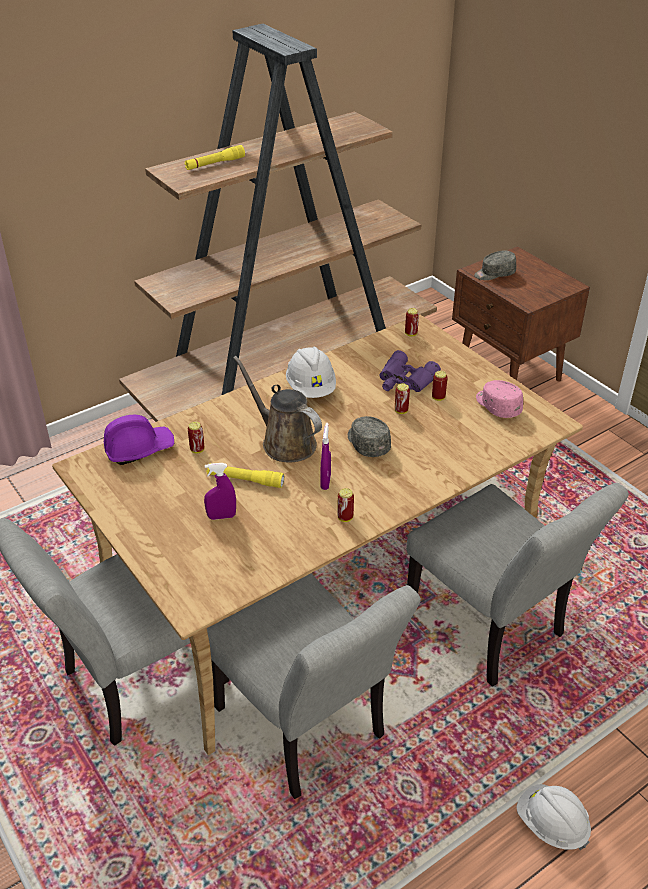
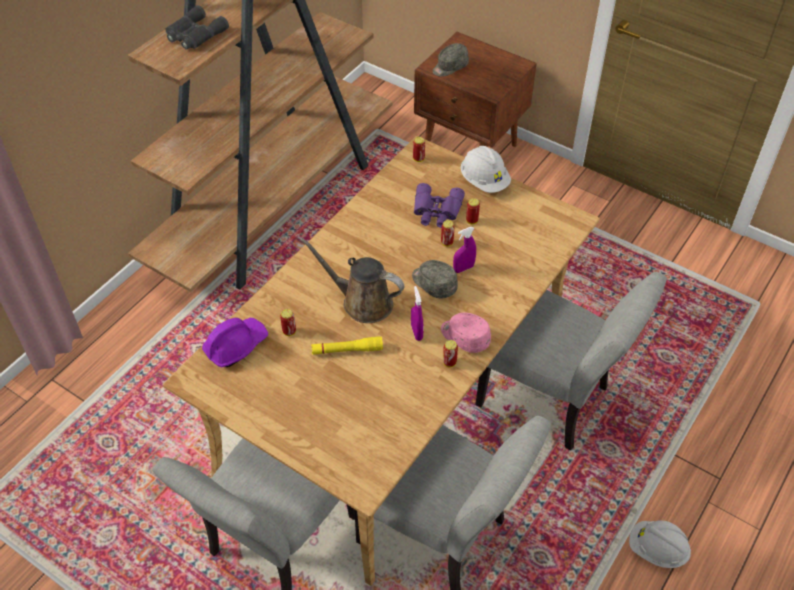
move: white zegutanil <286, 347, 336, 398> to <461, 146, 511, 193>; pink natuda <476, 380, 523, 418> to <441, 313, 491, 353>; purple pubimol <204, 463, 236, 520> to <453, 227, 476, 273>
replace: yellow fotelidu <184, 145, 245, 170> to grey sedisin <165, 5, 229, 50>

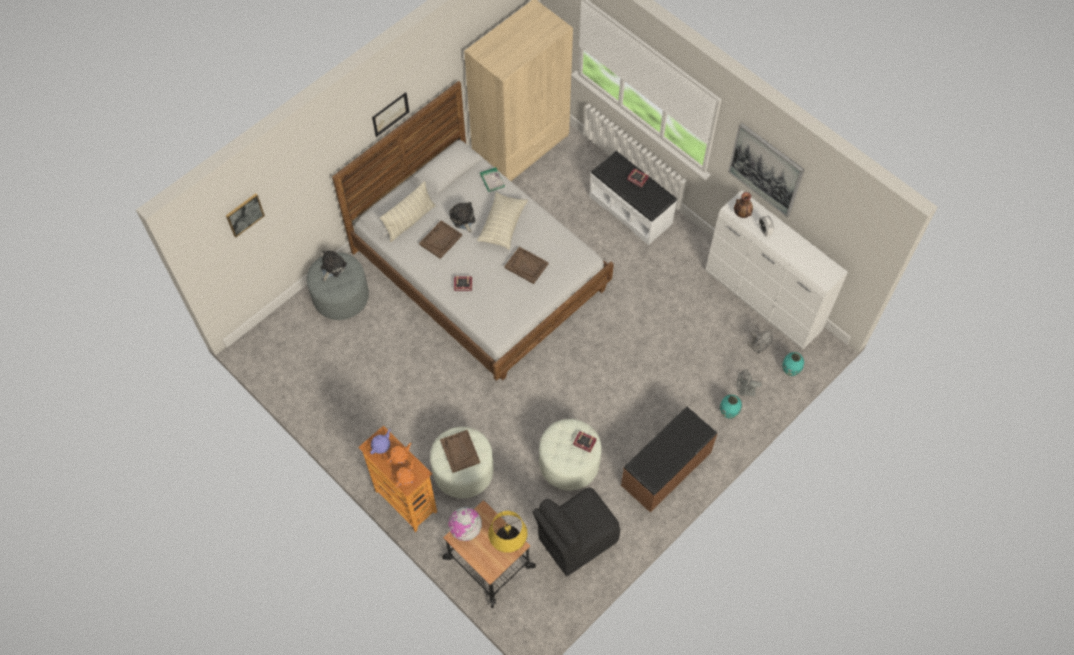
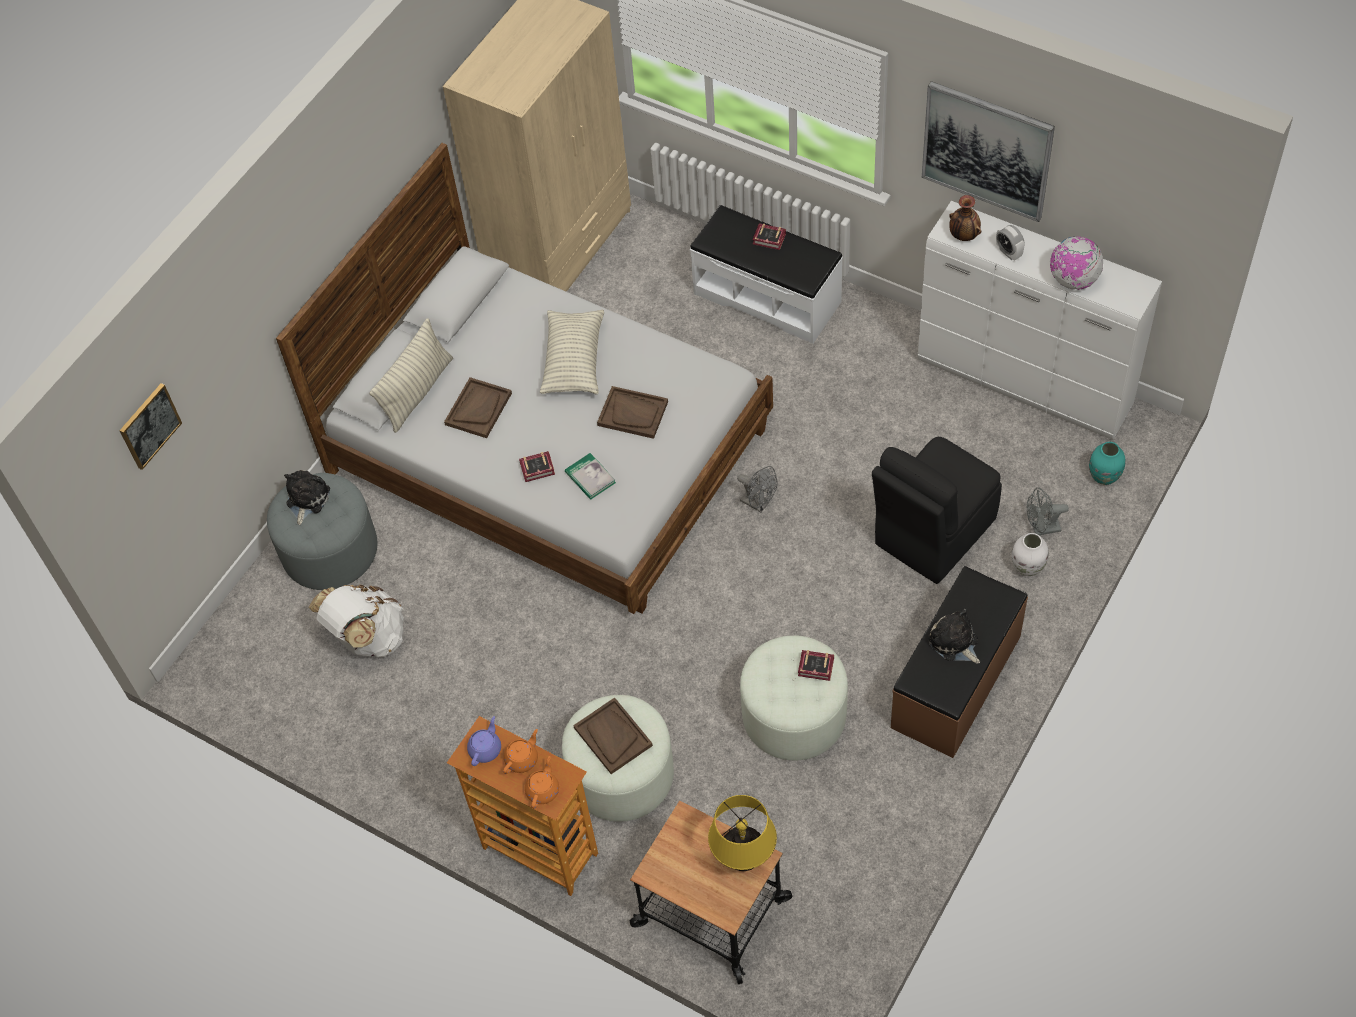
delete: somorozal <372, 92, 409, 137>
insert: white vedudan <309, 585, 404, 657>
move: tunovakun <480, 167, 505, 192> to <565, 453, 616, 500>; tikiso <450, 202, 476, 233> to <928, 608, 980, 664>; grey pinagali <747, 330, 773, 354> to <737, 466, 777, 512>; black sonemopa <533, 488, 620, 576> to <872, 437, 1002, 584>; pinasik <448, 507, 482, 541> to <1050, 237, 1103, 290>
recolor: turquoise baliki <720, 395, 742, 419> to white baliki <1012, 533, 1049, 576>

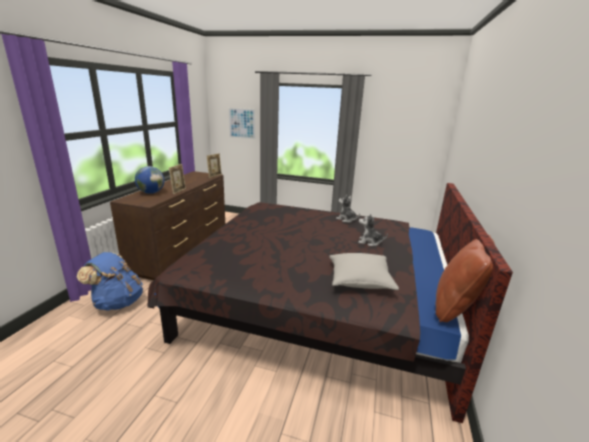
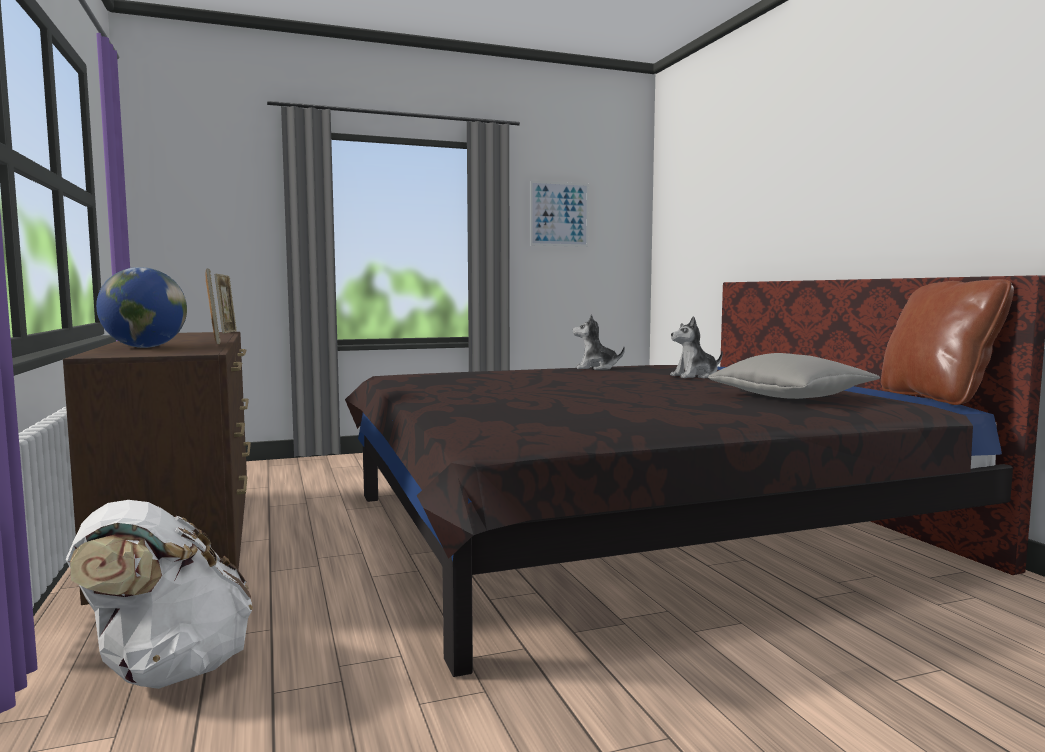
move: somorozal <228, 107, 256, 140> to <530, 181, 589, 247>
recolor: blue vedudan <77, 252, 143, 311> to white vedudan <66, 500, 253, 689>

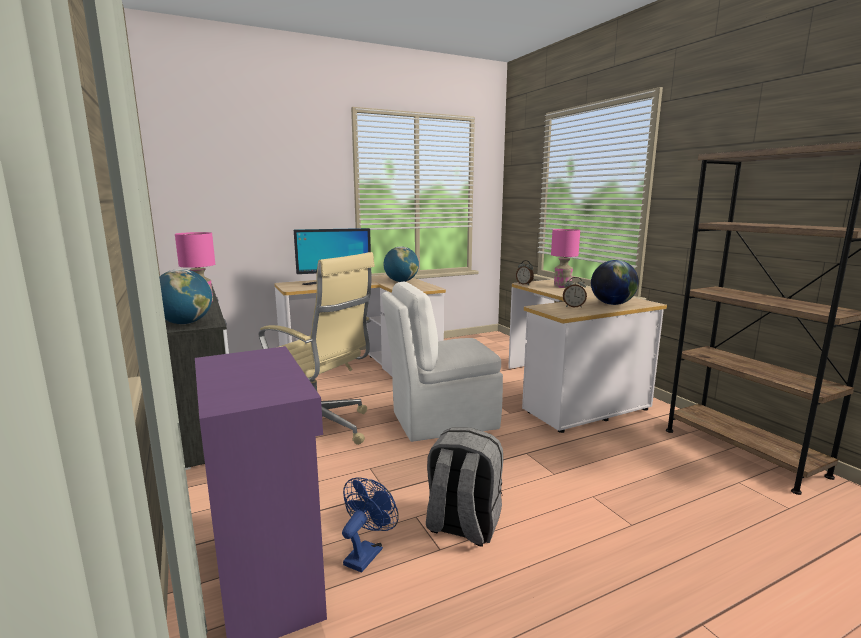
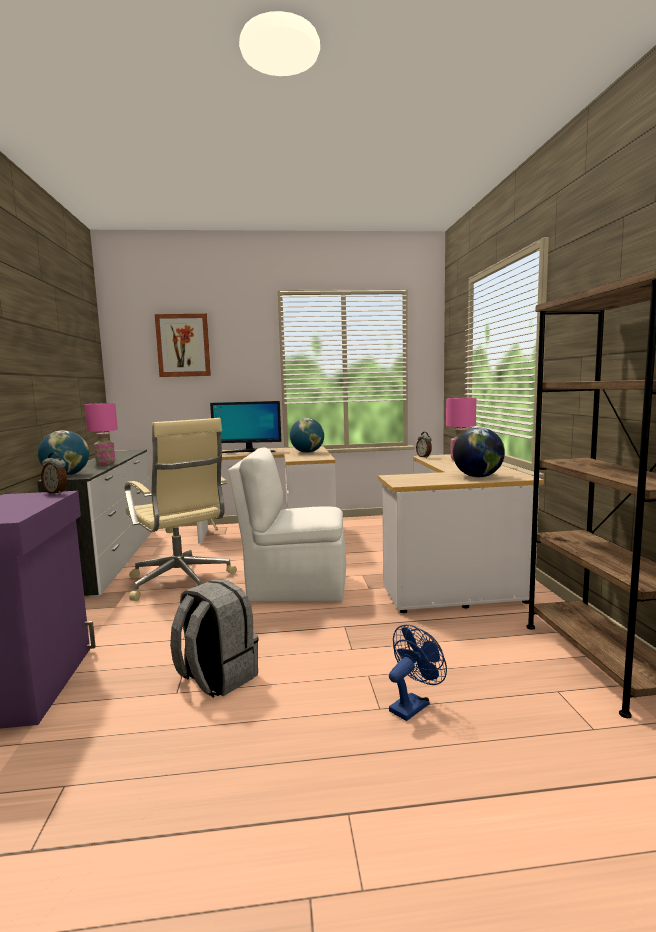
insert: somorozal <155, 314, 211, 377>
move: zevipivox <563, 277, 587, 308> to <41, 453, 67, 494>; blue pinagali <342, 478, 399, 573> to <389, 625, 447, 721>

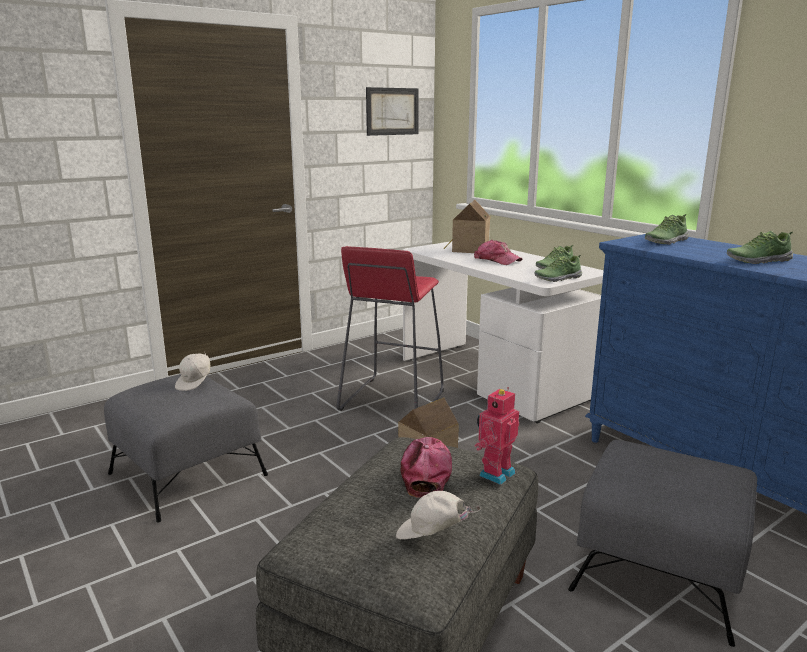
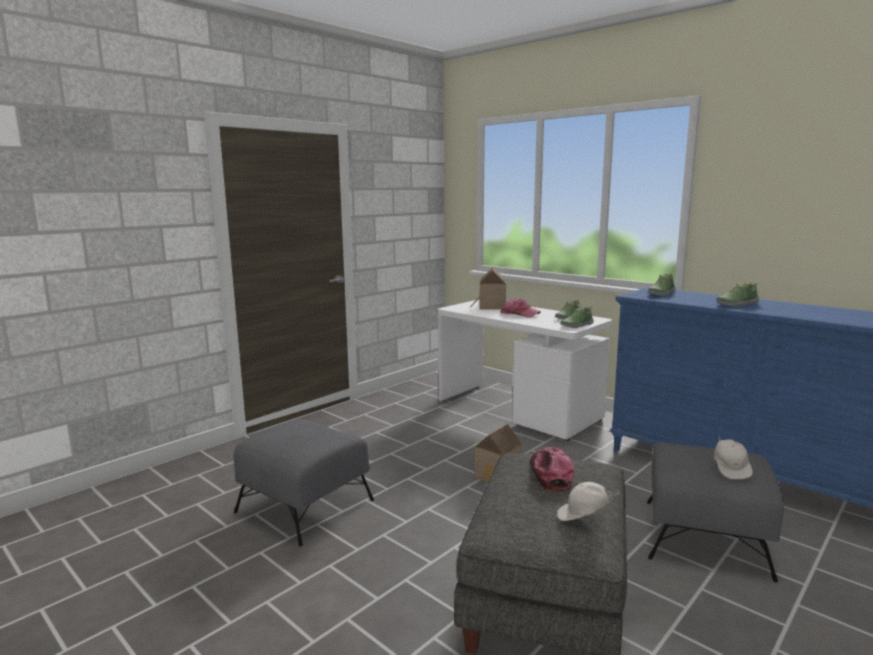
delete: somorozal <366, 87, 419, 136>; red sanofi <337, 246, 444, 411>; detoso <475, 387, 519, 485>
move: white natuda <175, 353, 211, 391> to <714, 436, 753, 479>

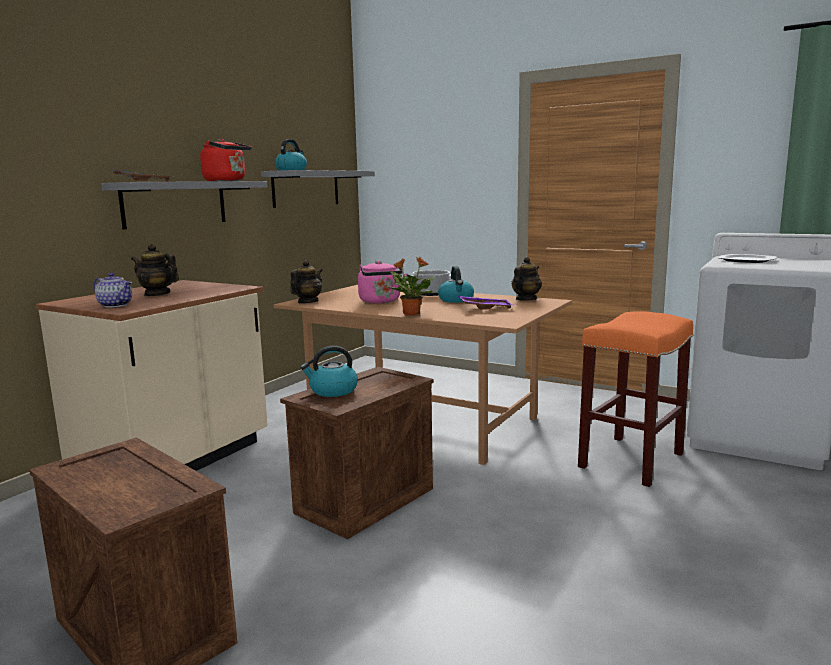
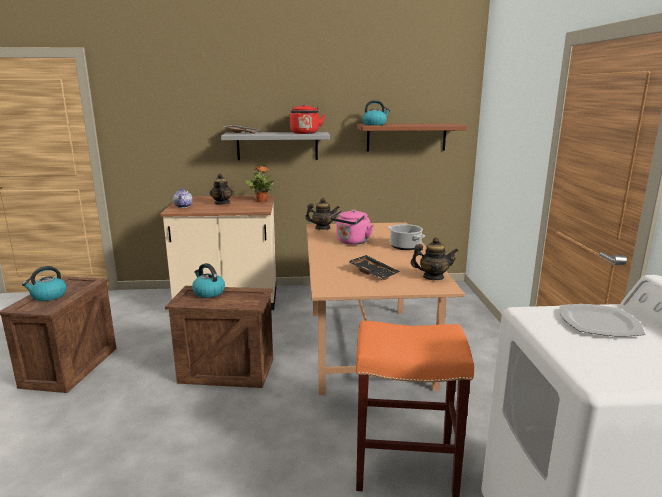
move: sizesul <386, 257, 435, 316> to <245, 166, 274, 202>; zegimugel <438, 266, 474, 303> to <22, 266, 67, 301>
recolor: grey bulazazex <261, 170, 375, 208> to brown bulazazex <357, 123, 467, 151>; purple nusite <458, 296, 515, 310> to black nusite <348, 255, 400, 280>

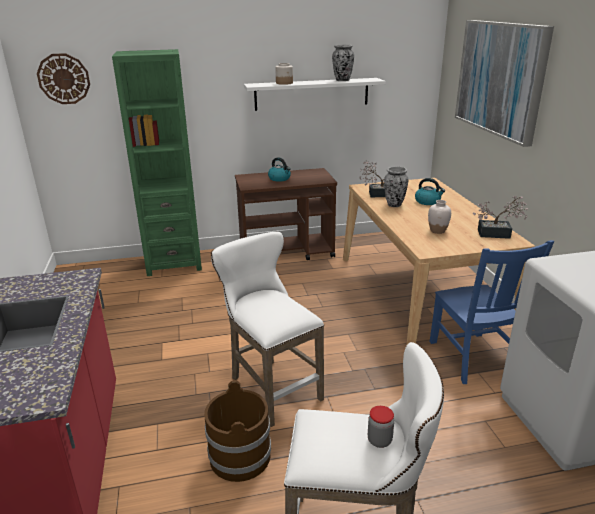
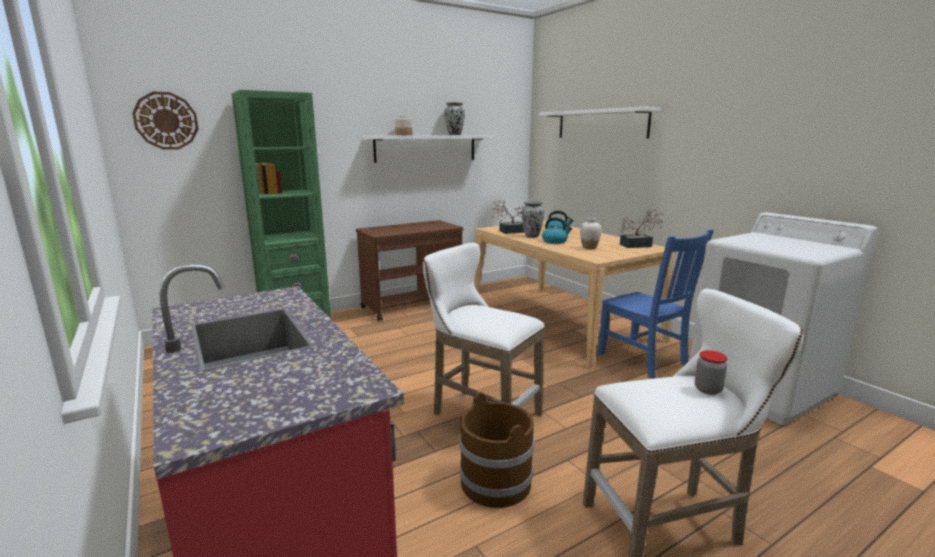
move: zegimugel <268, 157, 291, 182> to <542, 217, 572, 244>
replace: somorozal <455, 20, 554, 147> to white bulazazex <538, 107, 661, 139>

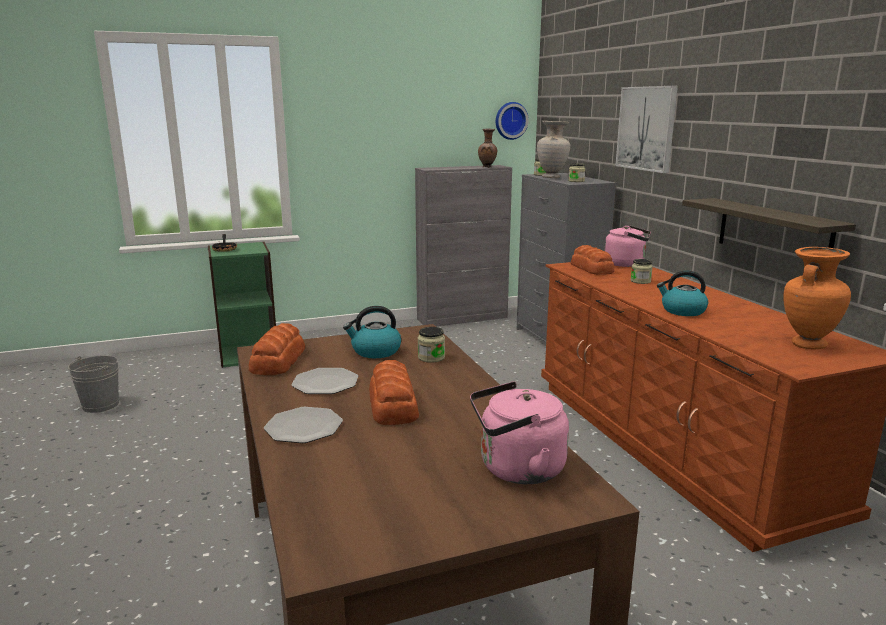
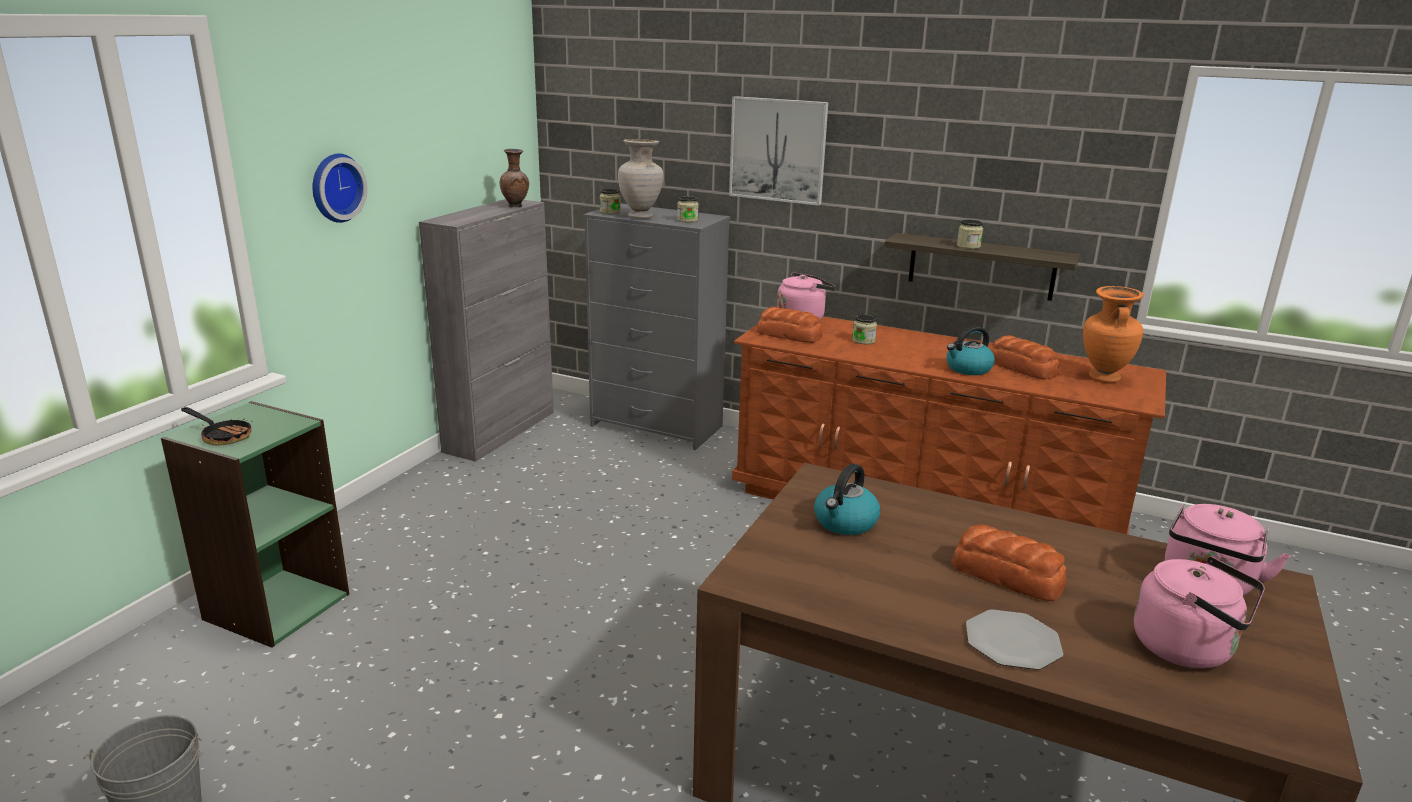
delete: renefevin <291, 368, 358, 394>
insert: pink zegimugel <1134, 556, 1265, 669>
move: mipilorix <496, 102, 529, 140> to <312, 154, 368, 223>; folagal <249, 323, 305, 375> to <990, 335, 1060, 380>; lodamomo <418, 327, 445, 363> to <957, 220, 983, 249>

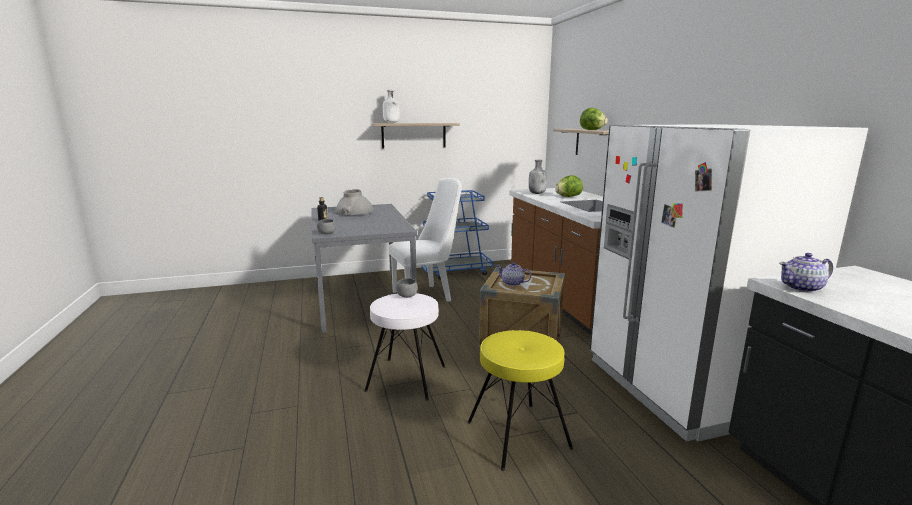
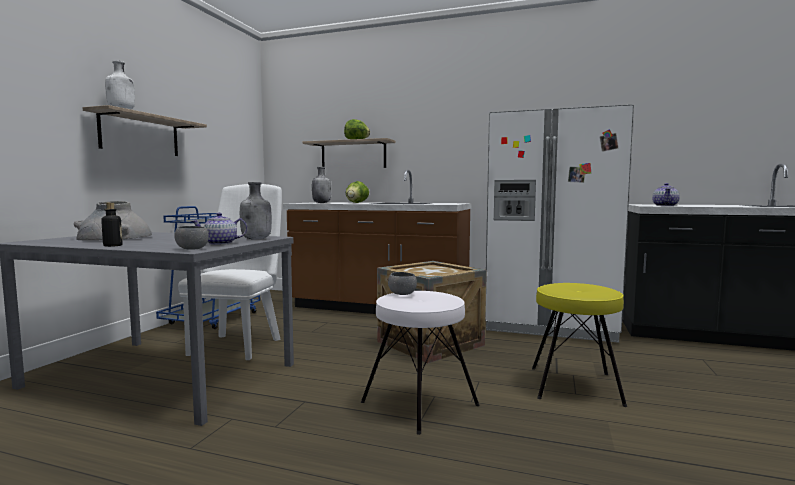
insert: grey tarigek <240, 182, 272, 240>
move: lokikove <496, 262, 531, 286> to <191, 213, 247, 245>

